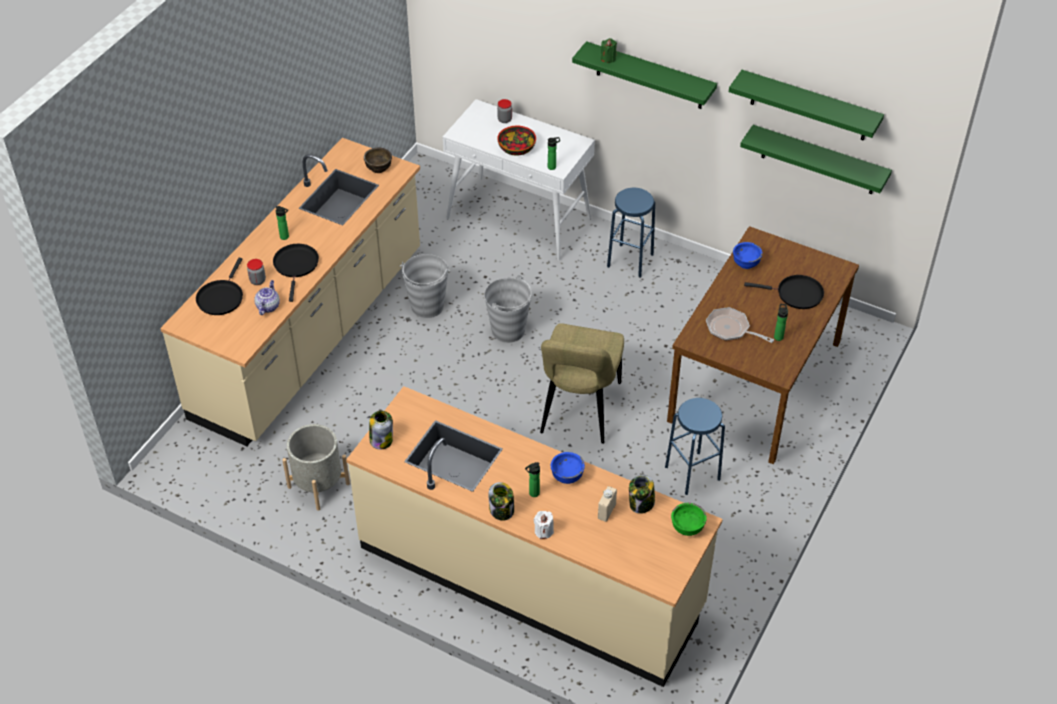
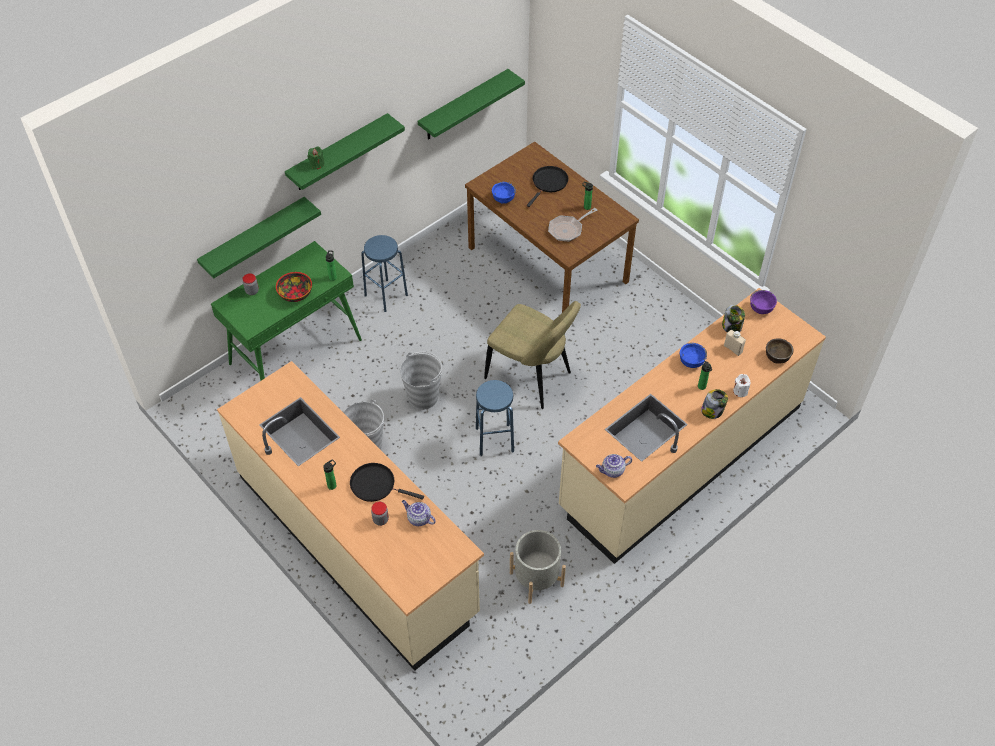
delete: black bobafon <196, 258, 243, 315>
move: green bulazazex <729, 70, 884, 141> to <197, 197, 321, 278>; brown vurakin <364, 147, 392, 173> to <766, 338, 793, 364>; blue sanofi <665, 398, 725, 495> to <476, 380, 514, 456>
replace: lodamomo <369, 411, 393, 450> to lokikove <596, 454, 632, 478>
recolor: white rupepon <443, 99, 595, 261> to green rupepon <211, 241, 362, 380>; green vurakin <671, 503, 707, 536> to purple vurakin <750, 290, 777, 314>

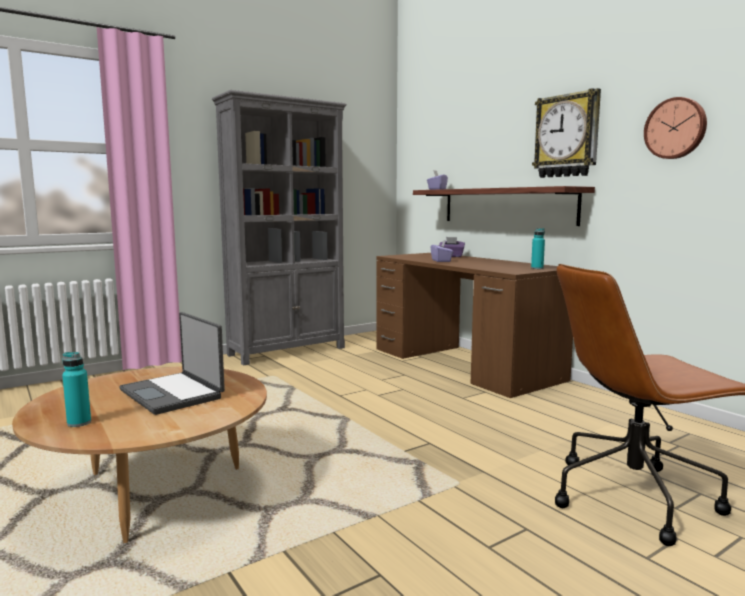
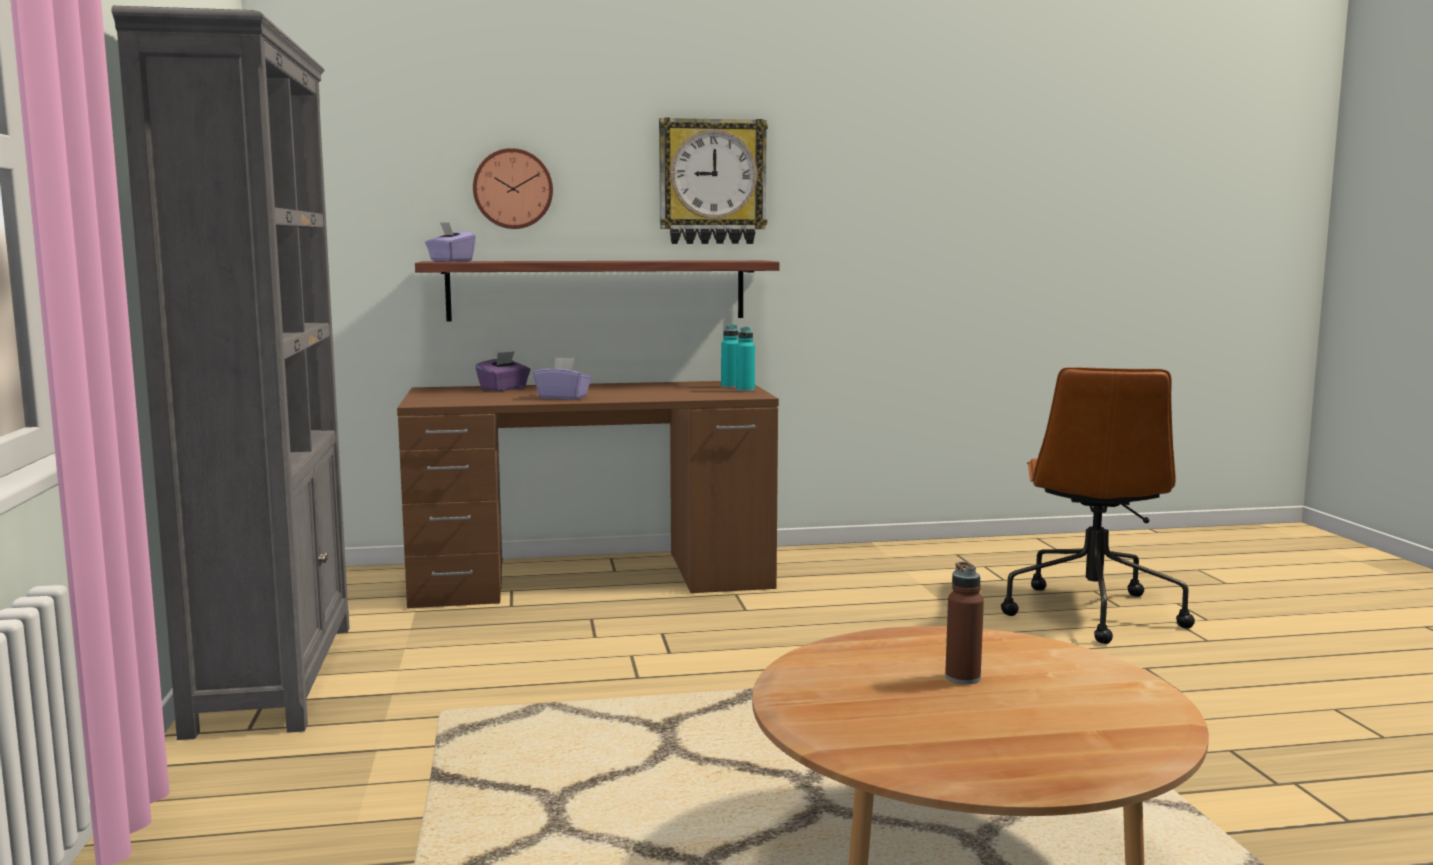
move: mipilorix <644, 97, 707, 159> to <473, 148, 553, 229>; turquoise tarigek <62, 352, 91, 427> to <736, 327, 755, 392>
replace: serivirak <119, 312, 225, 415> to brown tarigek <945, 562, 984, 684>

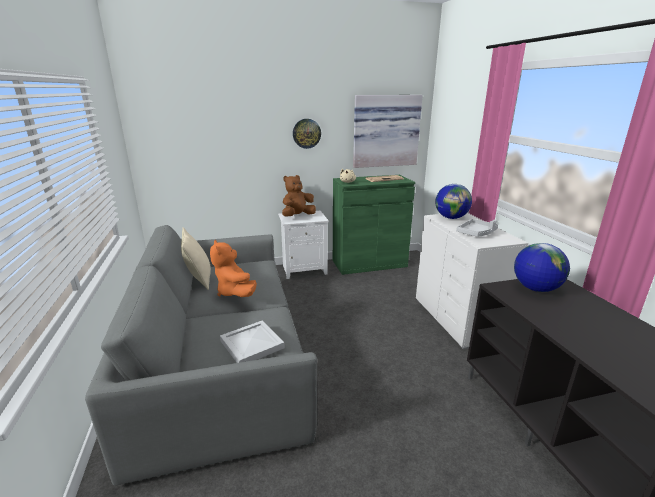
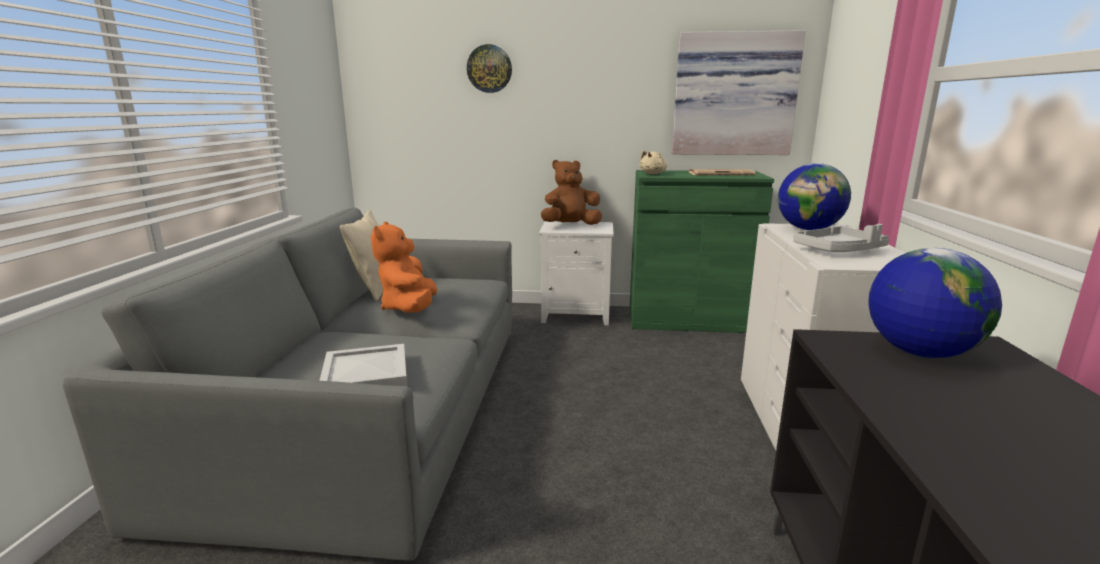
move: mipilorix <293, 119, 321, 149> to <467, 44, 512, 93>

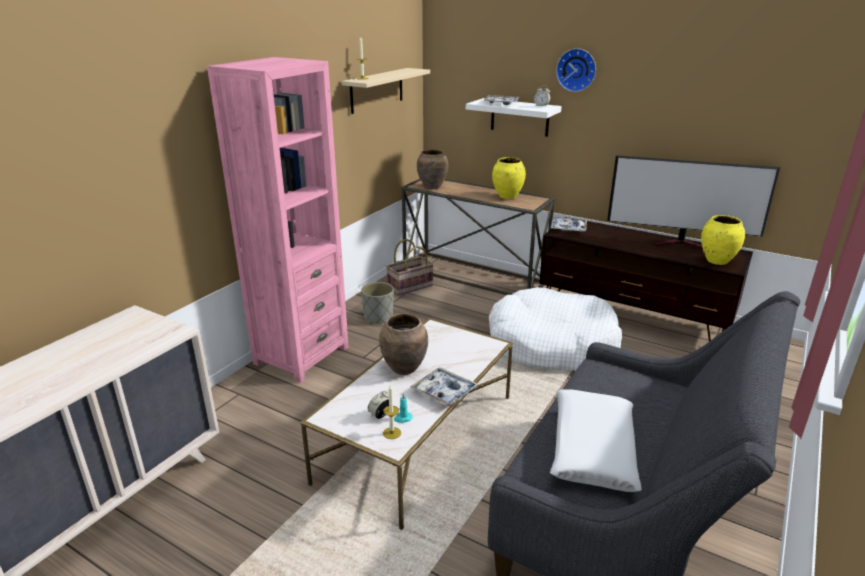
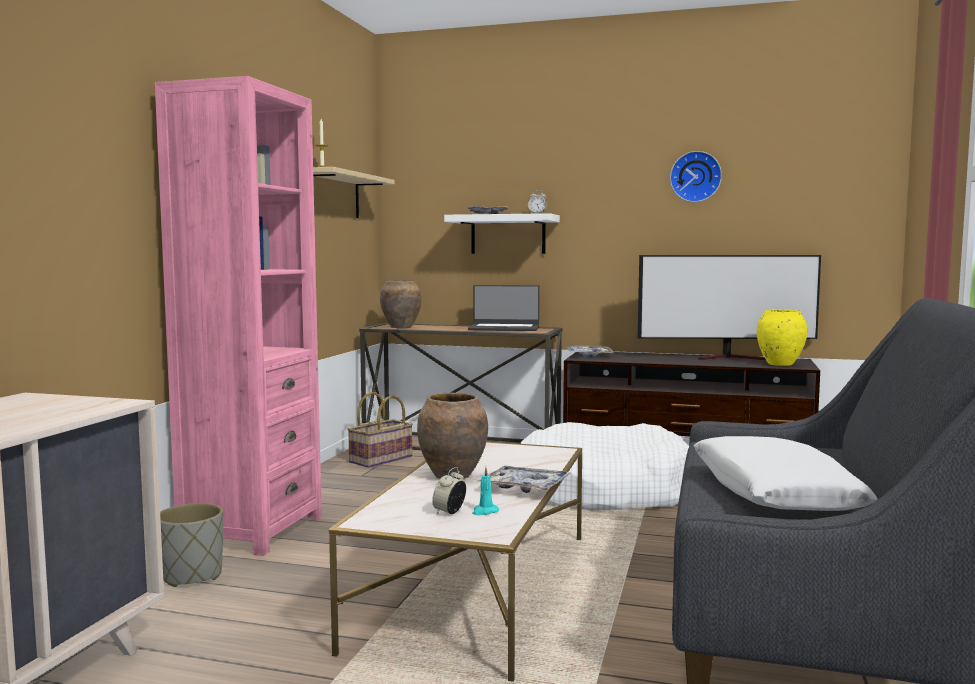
delete: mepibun <383, 385, 401, 439>
move: mipilorix <556, 48, 596, 92> to <670, 151, 722, 202>; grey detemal <361, 282, 394, 324> to <160, 503, 223, 587>
replace: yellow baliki <492, 157, 526, 199> to serivirak <468, 285, 540, 331>

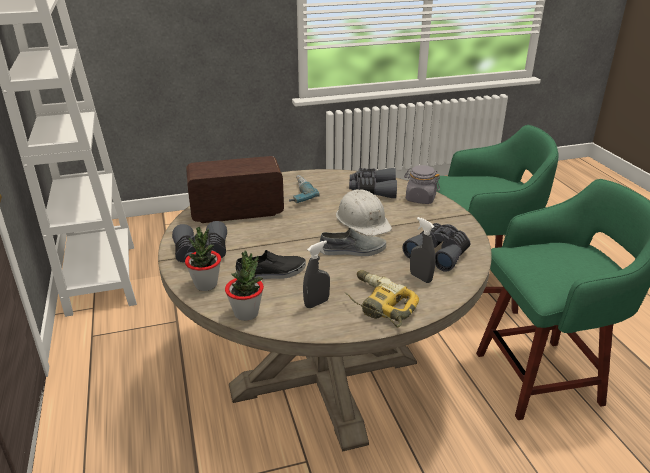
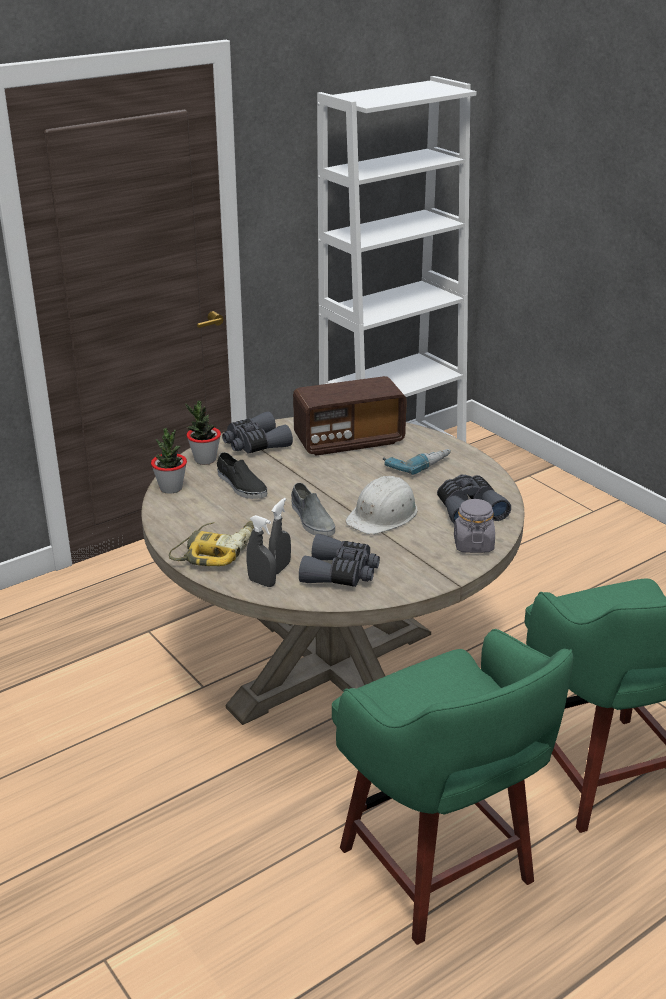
move: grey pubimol <303, 240, 330, 308> to <247, 515, 276, 587>
rotate: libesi <186, 156, 284, 223> = <293, 376, 407, 456> 105 degrees clockwise

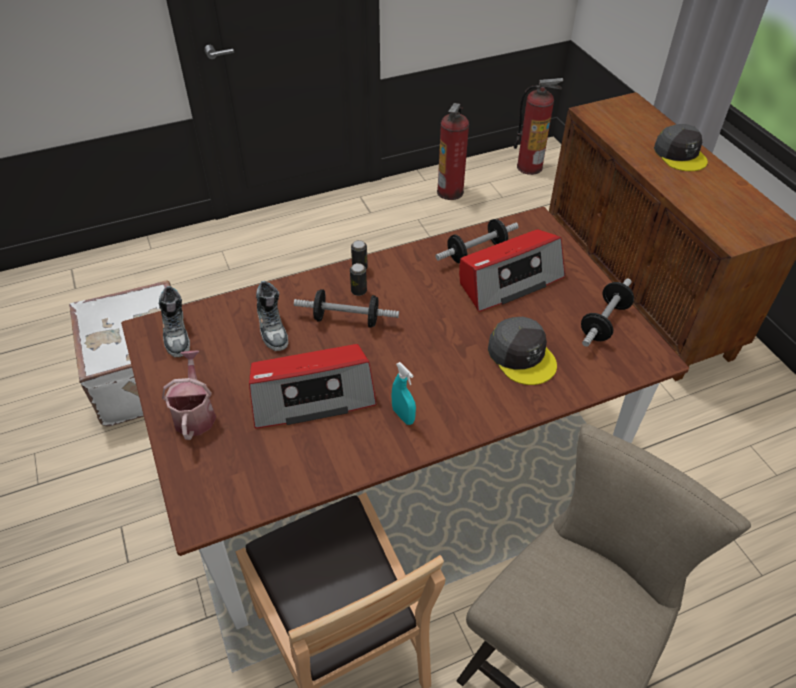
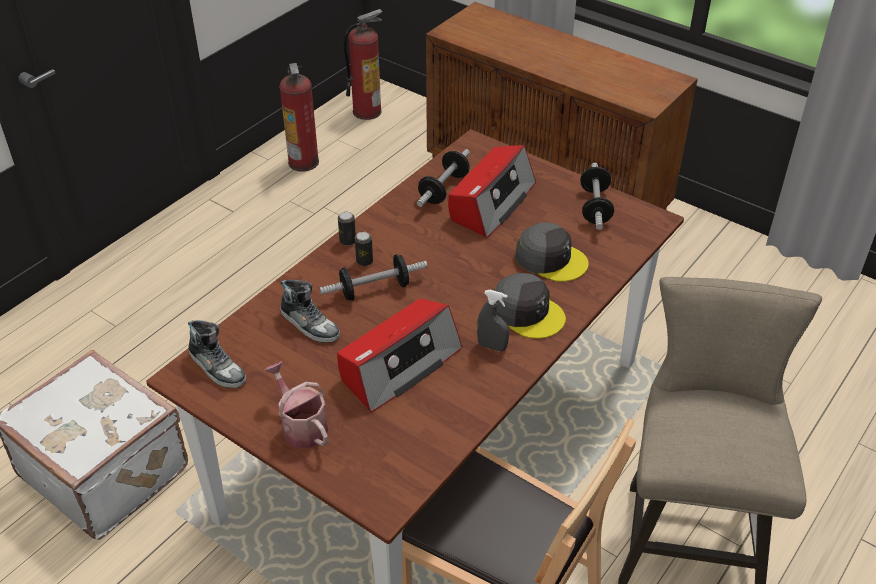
move: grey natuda <654, 124, 708, 171> to <494, 273, 566, 339>
recolor: turquoise pubimol <392, 362, 416, 425> to grey pubimol <477, 290, 509, 352>

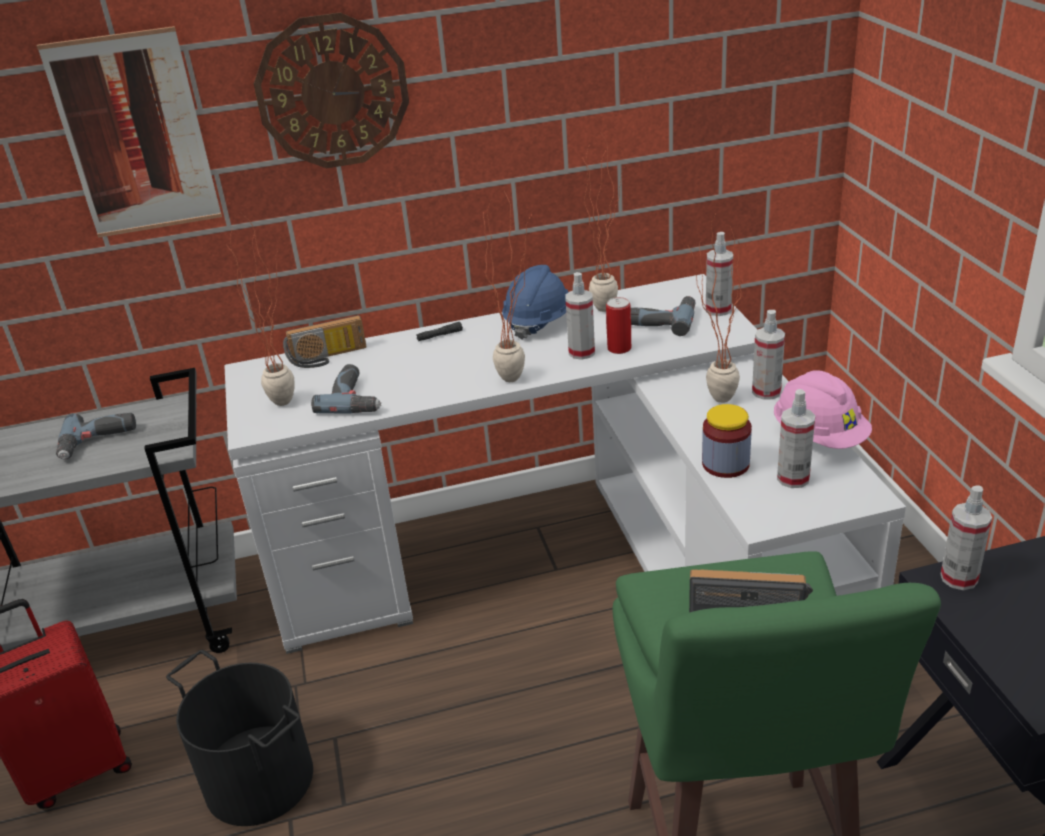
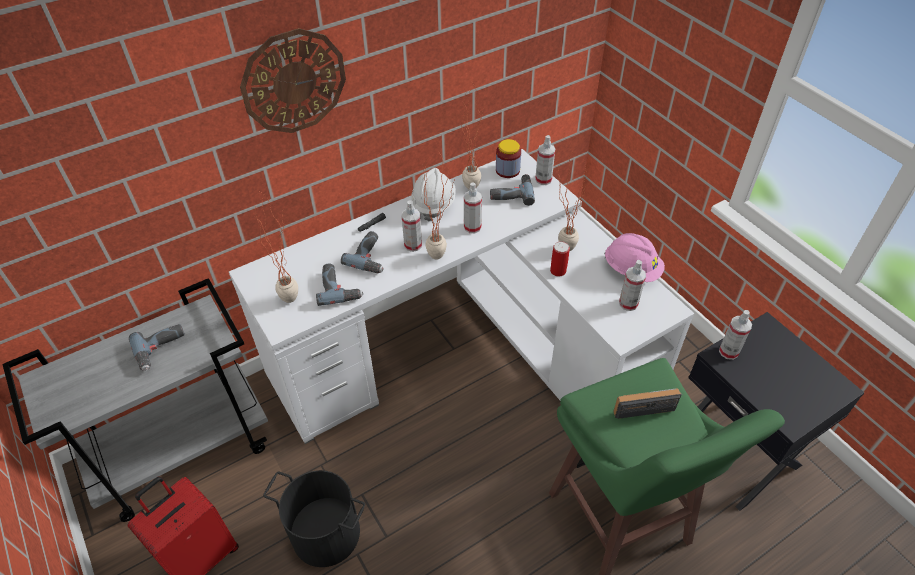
delete: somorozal <37, 26, 222, 238>; libesi <283, 315, 366, 368>
insert: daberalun <341, 231, 384, 273>
move: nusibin <606, 297, 631, 354> to <550, 241, 570, 277>; pubimol <752, 310, 785, 400> to <402, 200, 422, 252>; lodamomo <702, 404, 752, 478> to <496, 139, 521, 178>
recolor: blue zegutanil <502, 265, 569, 340> to white zegutanil <411, 168, 456, 221>

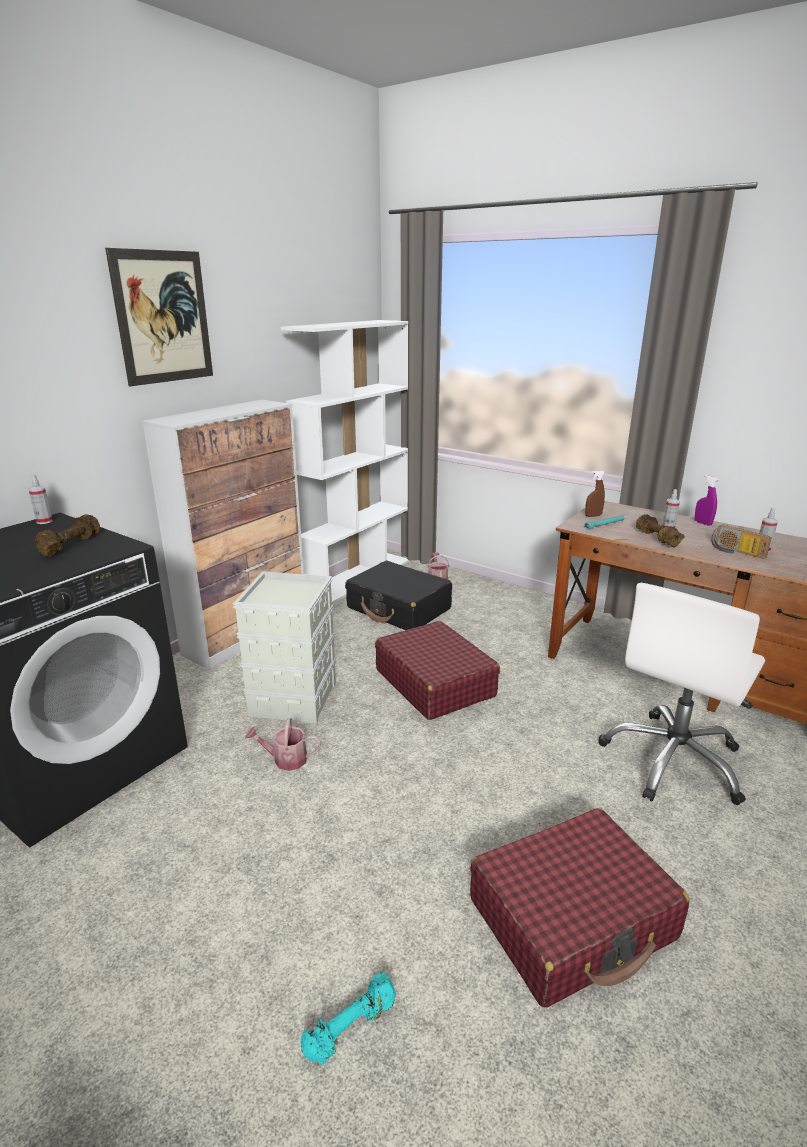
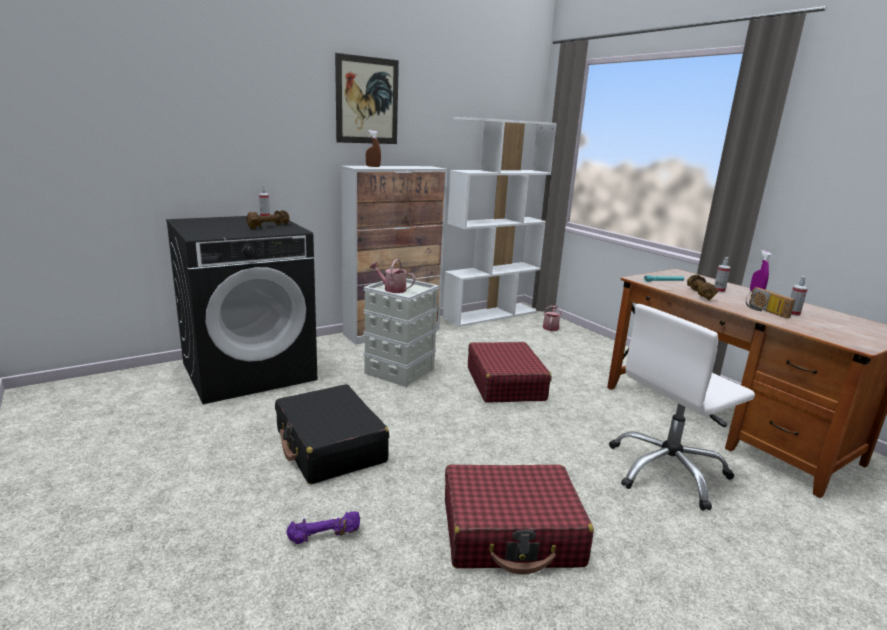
move: brown pubimol <585, 470, 605, 517> to <366, 130, 381, 167>; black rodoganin <345, 561, 452, 630> to <275, 384, 389, 484>; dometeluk <245, 718, 321, 771> to <369, 259, 415, 293>
recolor: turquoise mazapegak <301, 972, 396, 1064> to purple mazapegak <286, 511, 360, 544>

